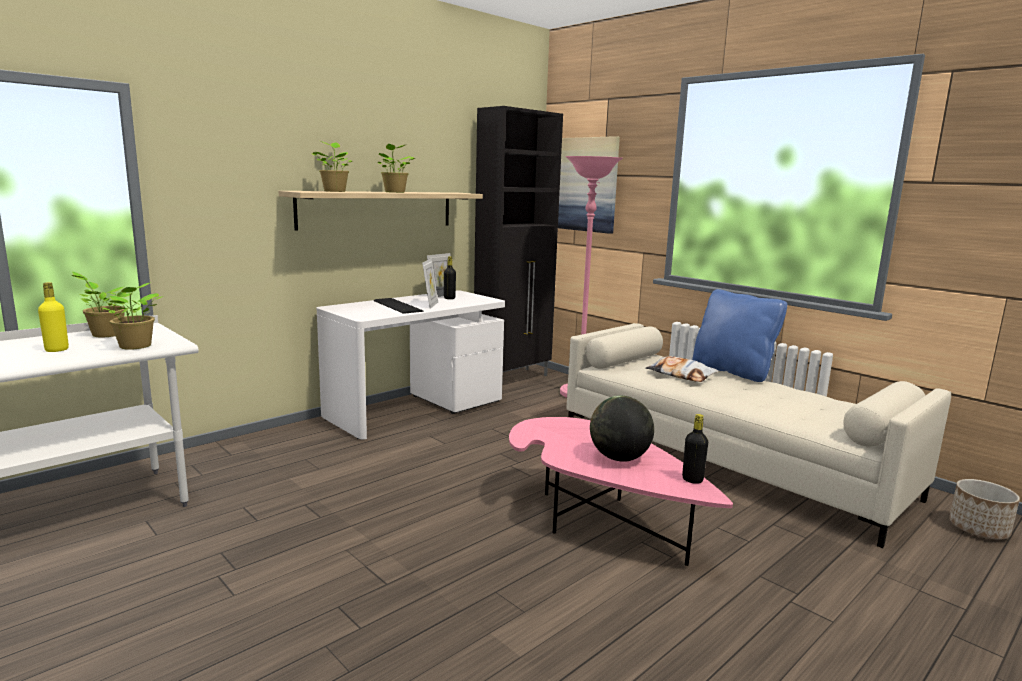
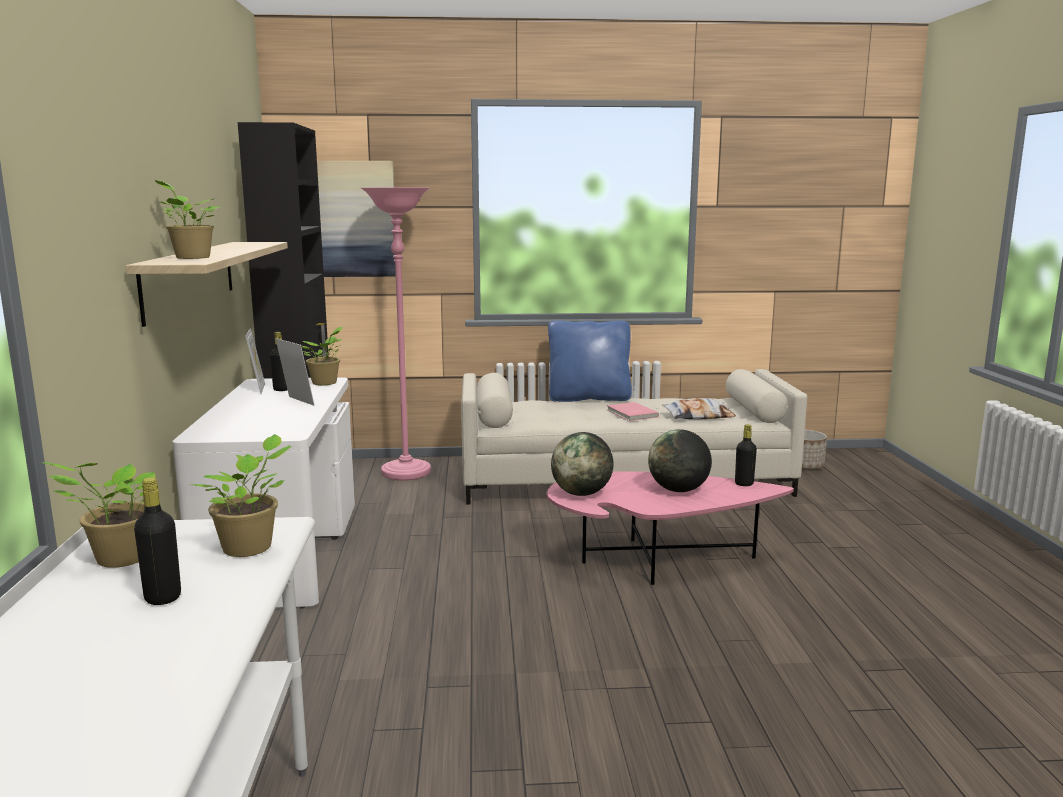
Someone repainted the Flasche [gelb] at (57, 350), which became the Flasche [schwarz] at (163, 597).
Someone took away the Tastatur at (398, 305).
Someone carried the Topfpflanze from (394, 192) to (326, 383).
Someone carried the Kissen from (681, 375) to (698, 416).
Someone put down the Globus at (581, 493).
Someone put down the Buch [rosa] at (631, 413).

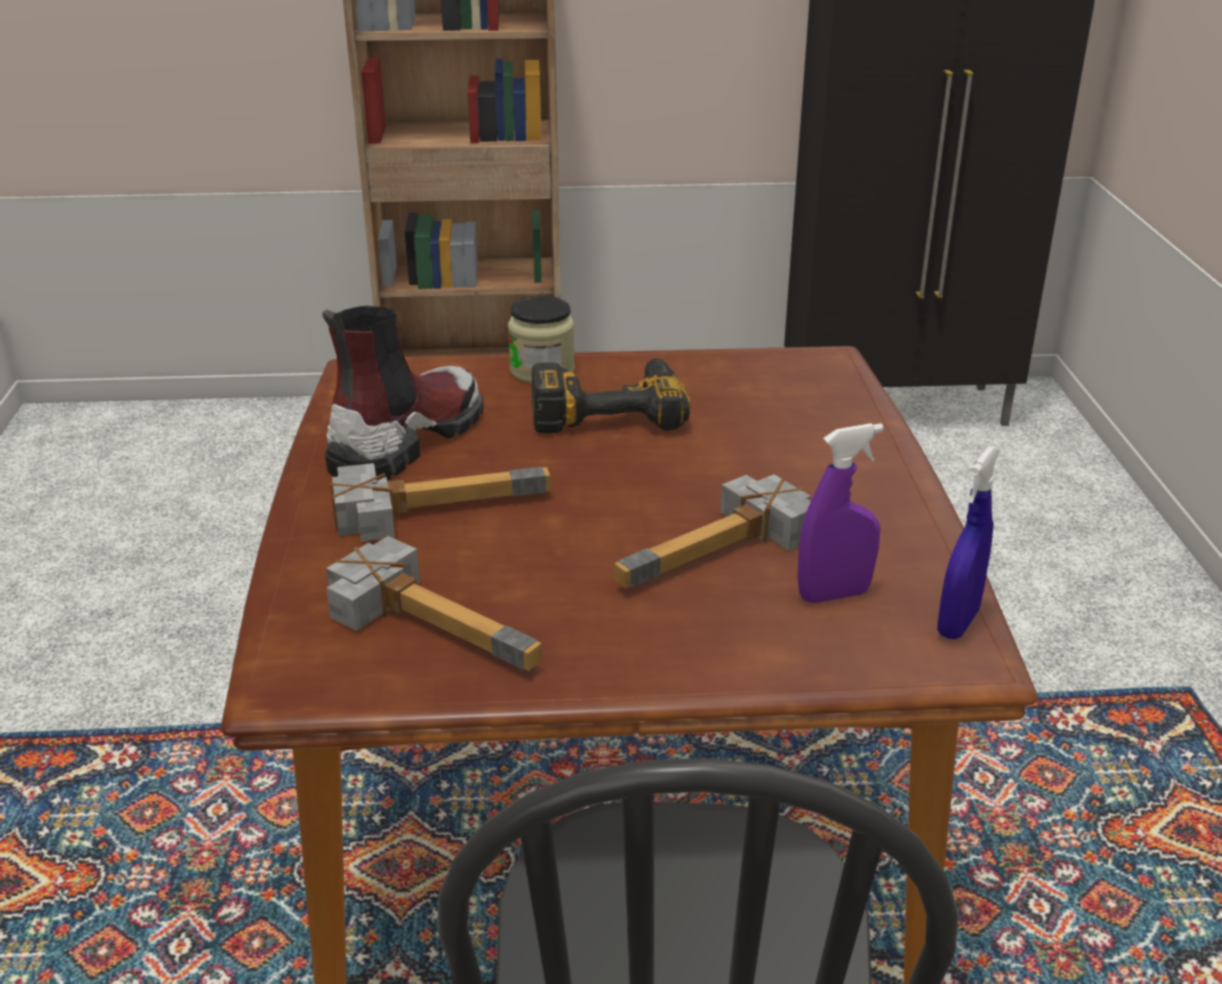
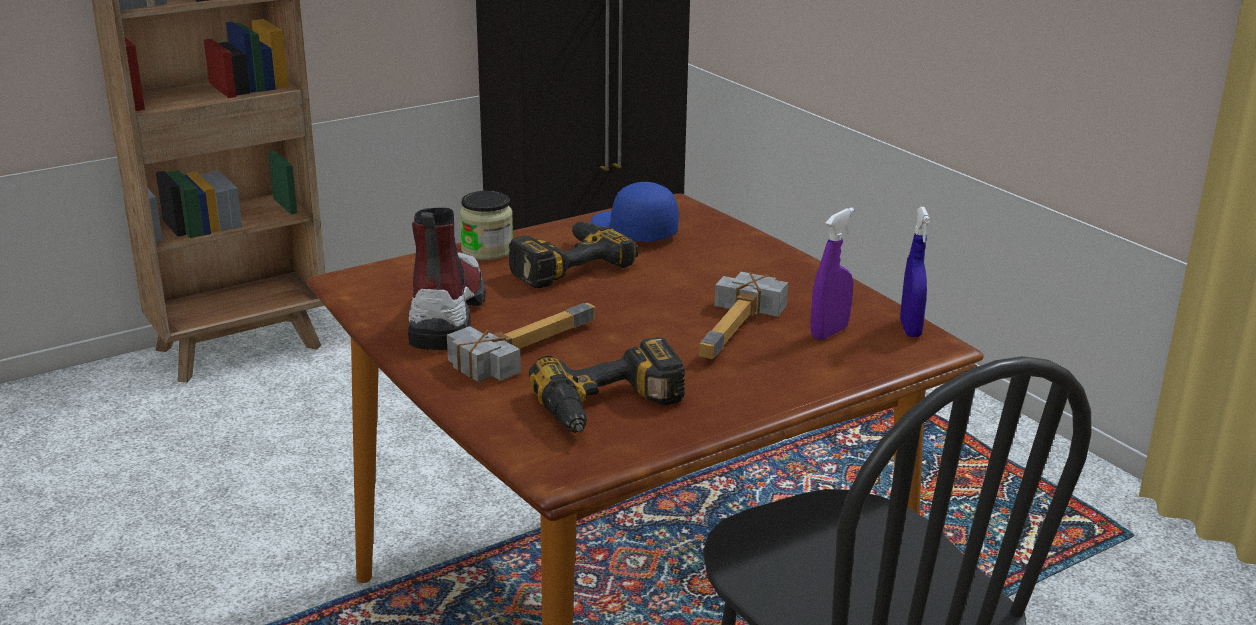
Someone swapped the Hammer at (440, 620) for the Bohrmaschine at (612, 408).
Someone put down the Kappe [blau] at (632, 231).

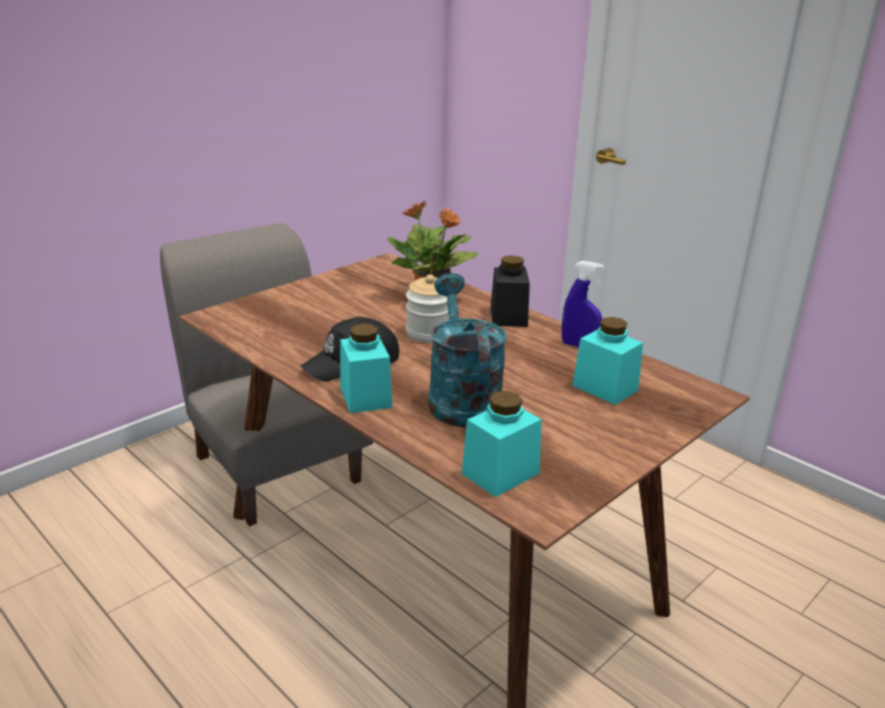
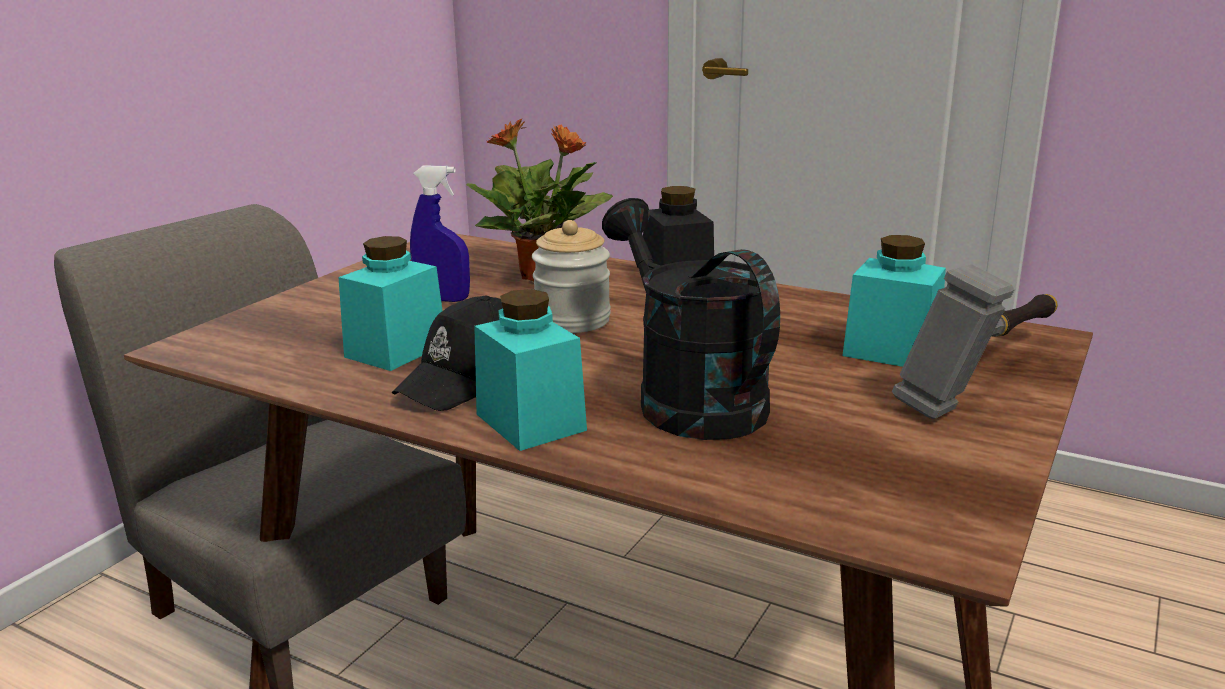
Someone repainted the Gießkanne [türkis] at (461, 397), which became the Gießkanne [schwarz] at (688, 398).
Someone carried the Vorratsglas [türkis] from (500, 473) to (396, 350).
Someone carried the Sprühflasche [blau] from (578, 346) to (443, 299).
Someone put down the Hammer at (985, 379).

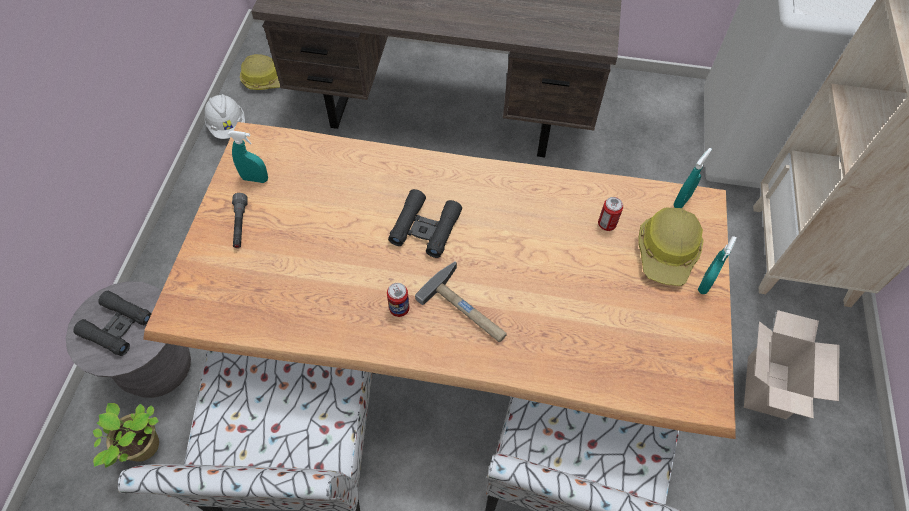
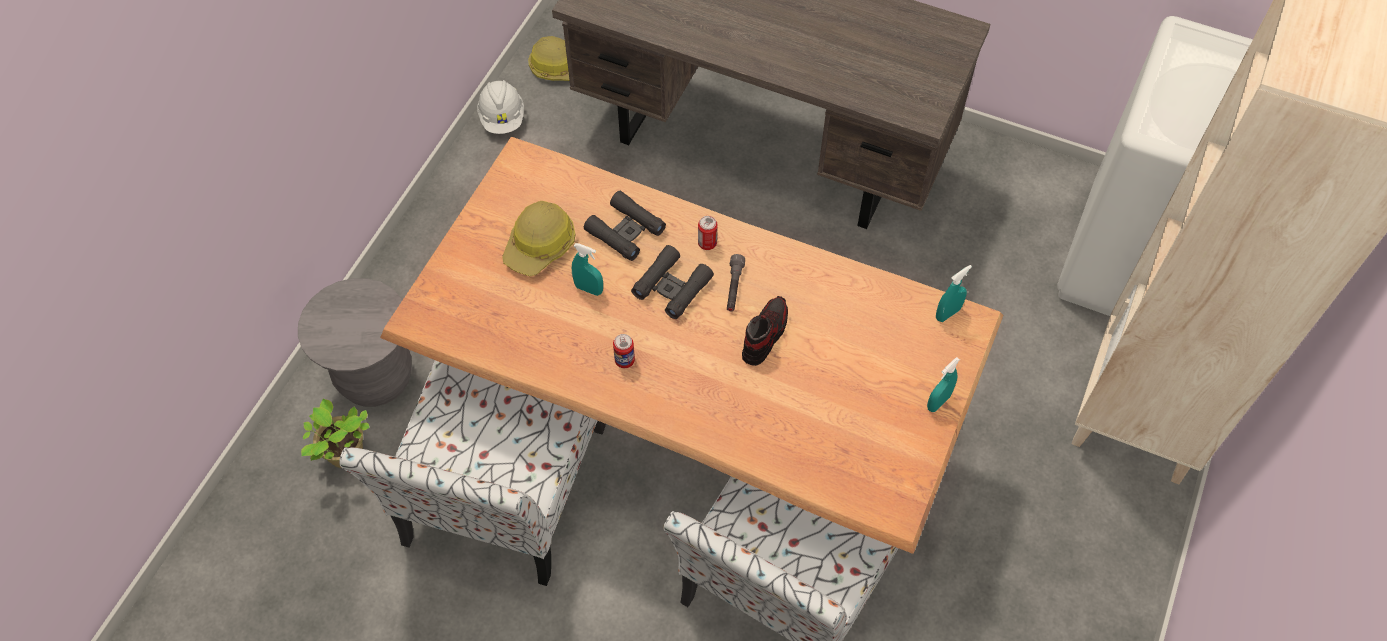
Someone carried the Fernglas [schwarz] from (117, 326) to (625, 231).
Someone carried the Sprühflasche [türkis] from (255, 179) to (589, 289).
Someone carried the Taschenlampe [grau] from (240, 225) to (734, 287).
Someone took away the Hammer at (467, 308).
Someone carried the Dose from (606, 224) to (707, 243).
Someone carried the Schutzhelm from (667, 252) to (540, 245).
Someone took away the Karton at (768, 389).
Someone put down the Schuh at (764, 335).

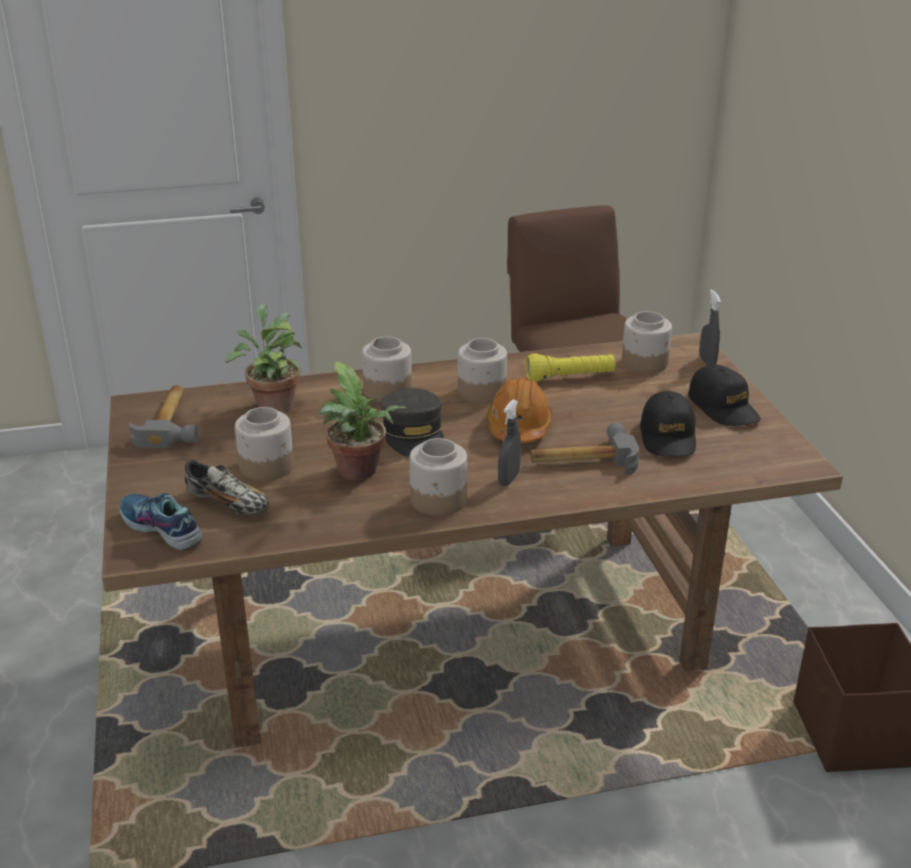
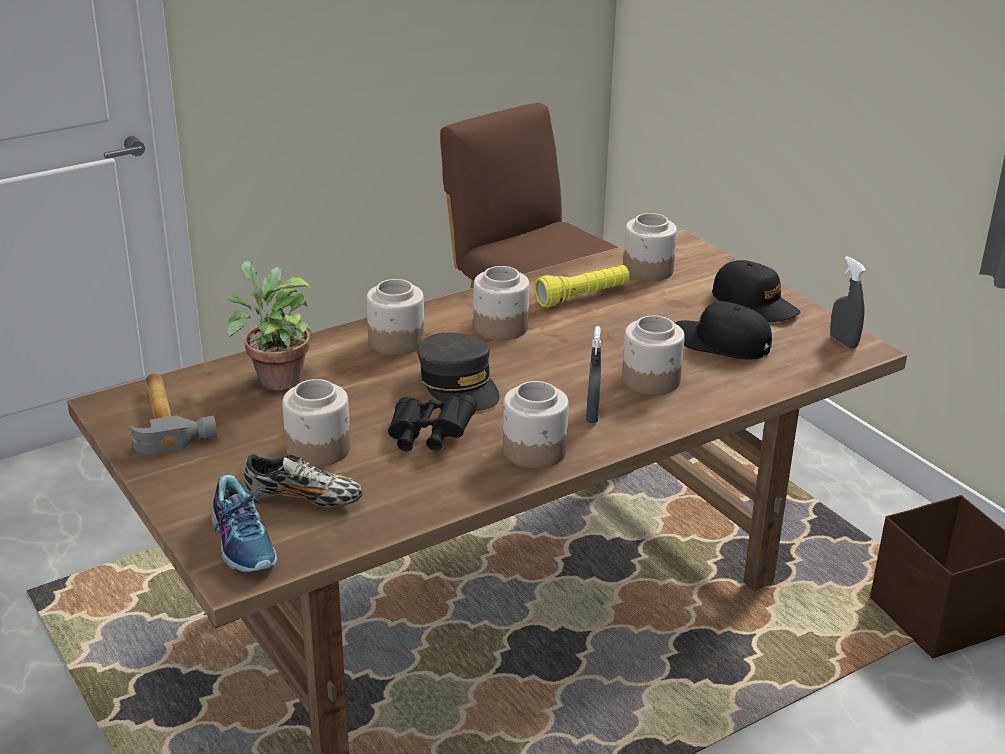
Someone rotated the Schuh at (160, 529) by 135 degrees counterclockwise.
Someone swapped the Topfpflanze at (359, 473) for the Fernglas [schwarz] at (428, 437).
Someone took away the Schutzhelm [orange] at (519, 427).
Someone swapped the Hammer at (581, 458) for the Vorratsglas at (651, 380).
Someone rotated the Kappe [schwarz] at (668, 436) by 135 degrees clockwise.
Someone carried the Sprühflasche [grau] from (707, 362) to (843, 342).

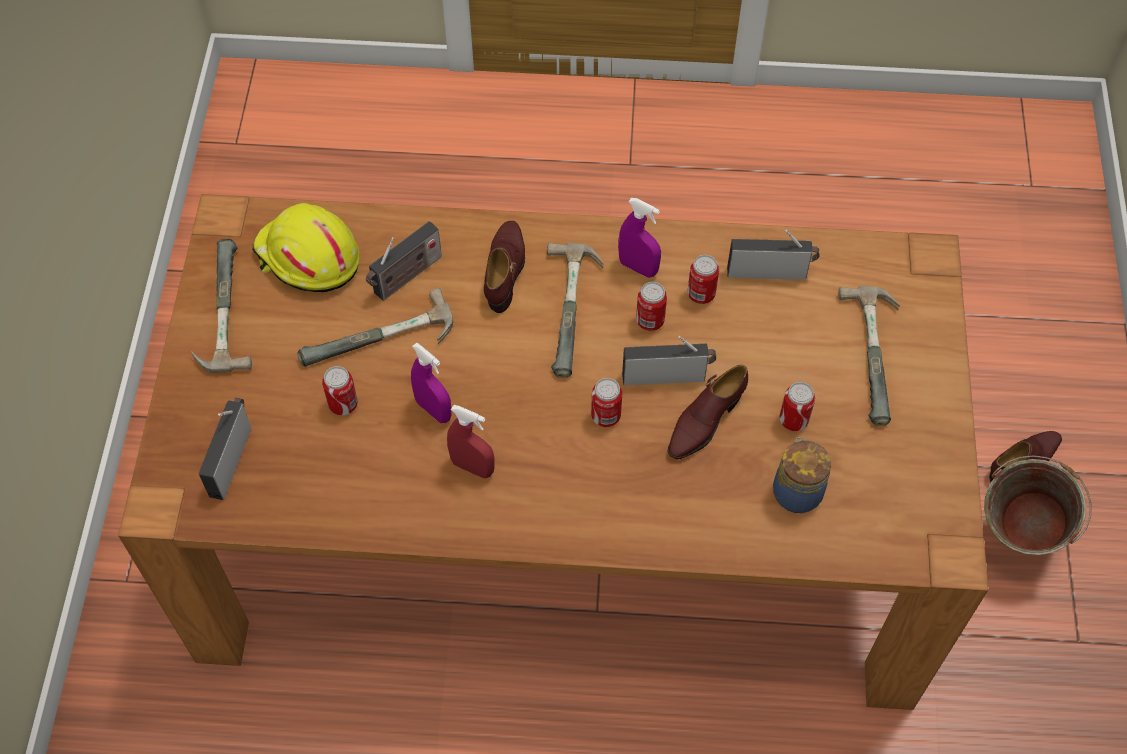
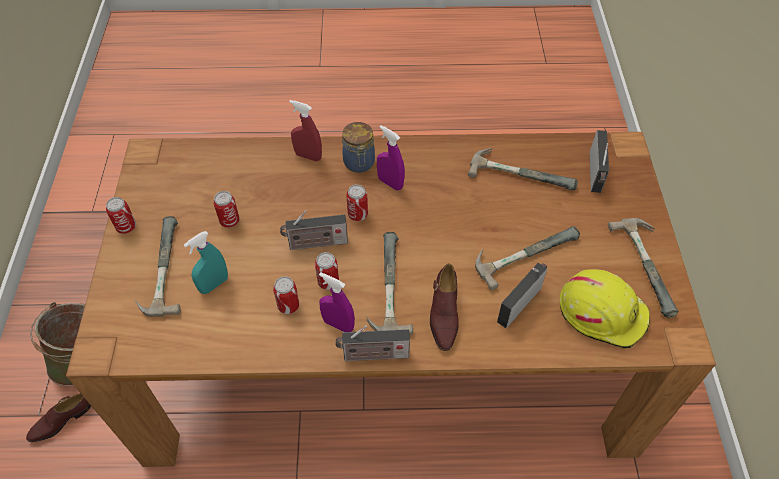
Someone carried the Dose from (343, 404) to (126, 227).
Someone carried the Sprühflasche [lila] from (433, 410) to (390, 183).
Someone carried the Sprühflasche [rot] from (472, 467) to (308, 156).
Someone took away the Schuh [braun] at (704, 421).
Someone carried the Radio from (770, 272) to (373, 355).
Someone carried the Vorratsglas from (796, 490) to (359, 163).
Someone put down the Sprühflasche [türkis] at (214, 284).
Someone put down the Hammer at (522, 171).

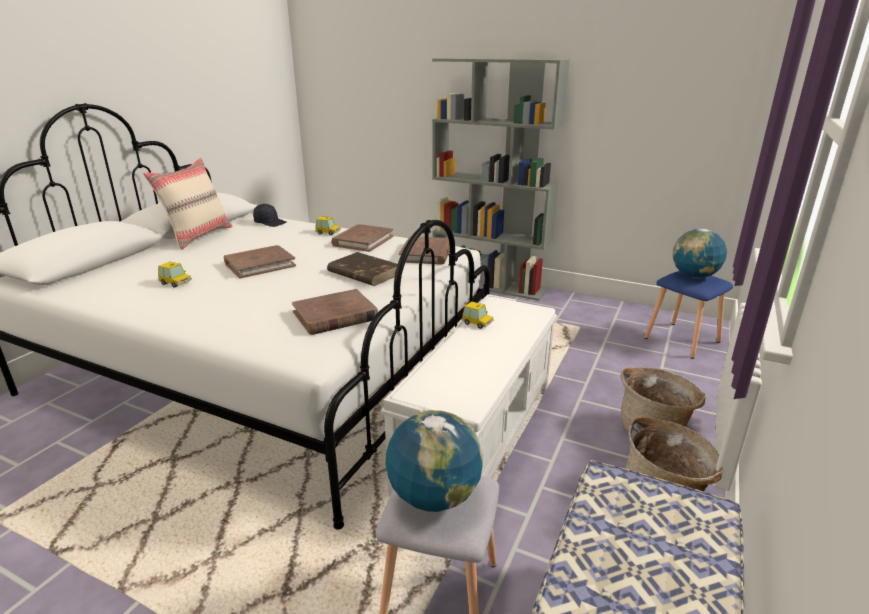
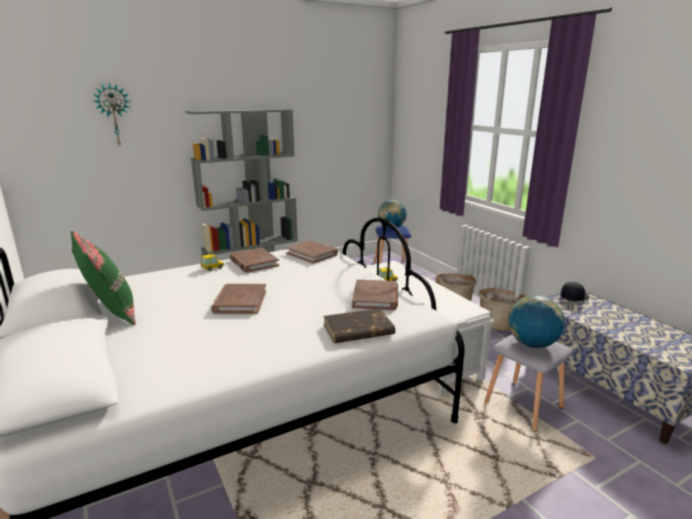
Someone repainted the Kissen [beige] at (198, 236), which became the Kissen [grün] at (110, 313).
Someone took away the Spielzeugauto at (176, 283).
Someone carried the Kappe [schwarz] from (270, 222) to (574, 297).
Someone carried the Buch [braun] from (363, 273) to (357, 330).
Someone put up the Wanduhr at (114, 115).

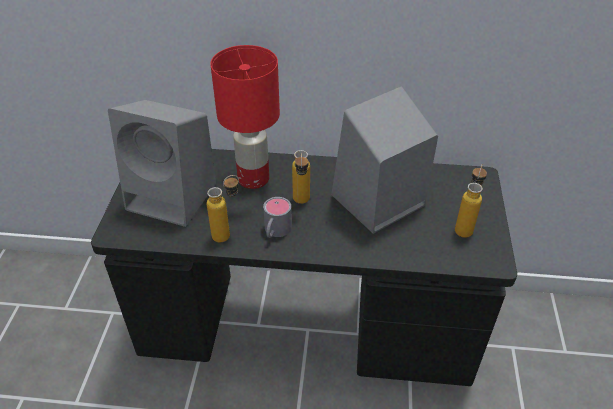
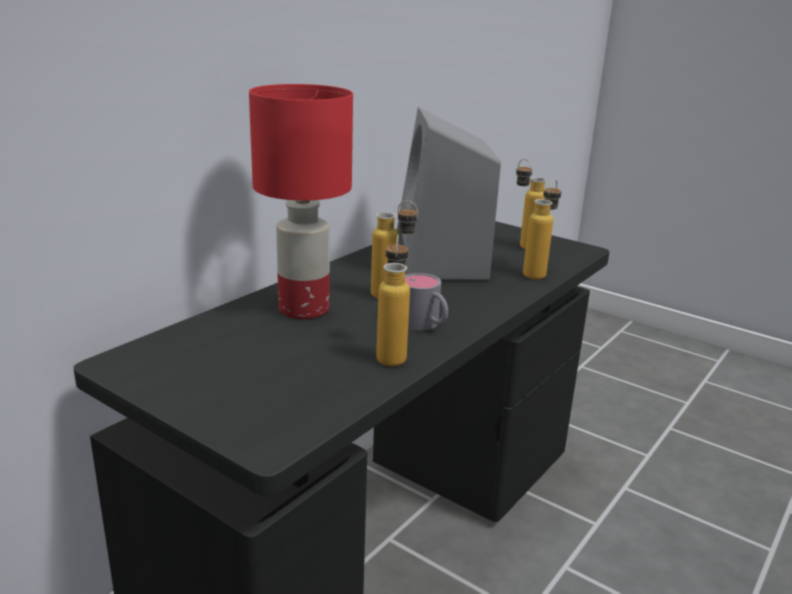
Someone took away the Lautsprecher [grau] at (174, 196).
Someone put down the Flasche at (538, 273).

